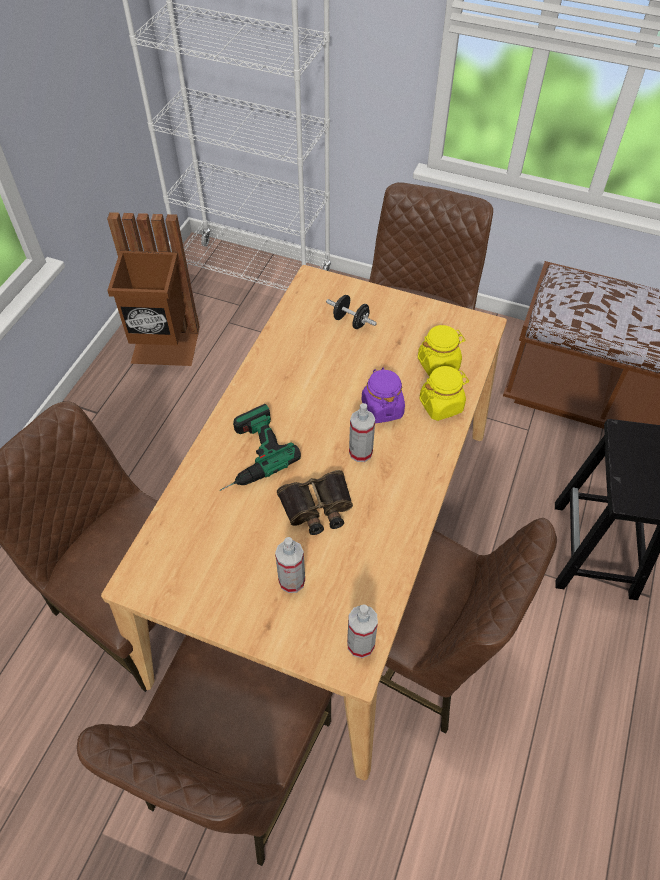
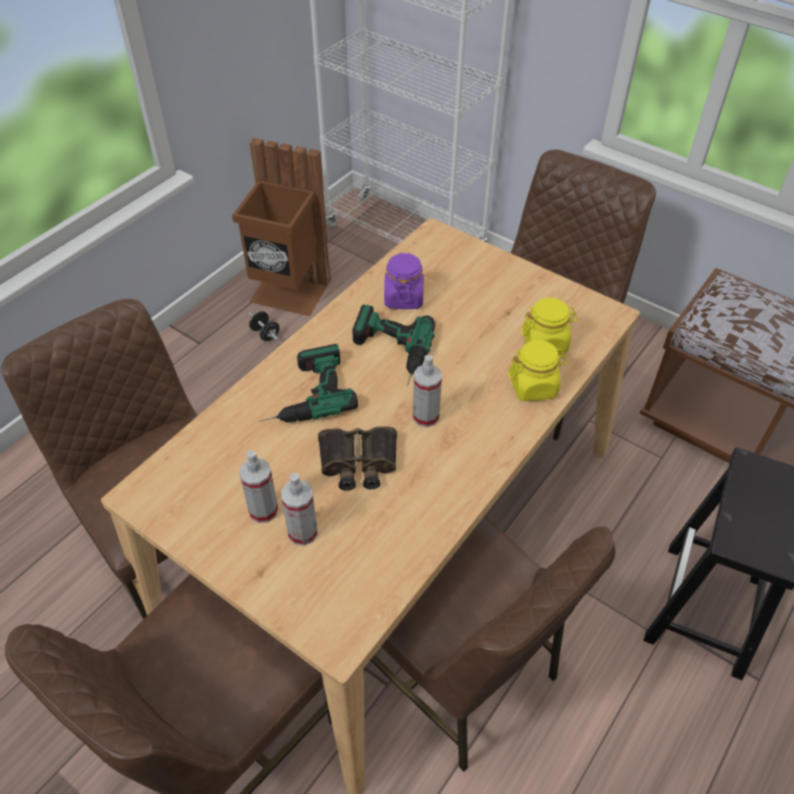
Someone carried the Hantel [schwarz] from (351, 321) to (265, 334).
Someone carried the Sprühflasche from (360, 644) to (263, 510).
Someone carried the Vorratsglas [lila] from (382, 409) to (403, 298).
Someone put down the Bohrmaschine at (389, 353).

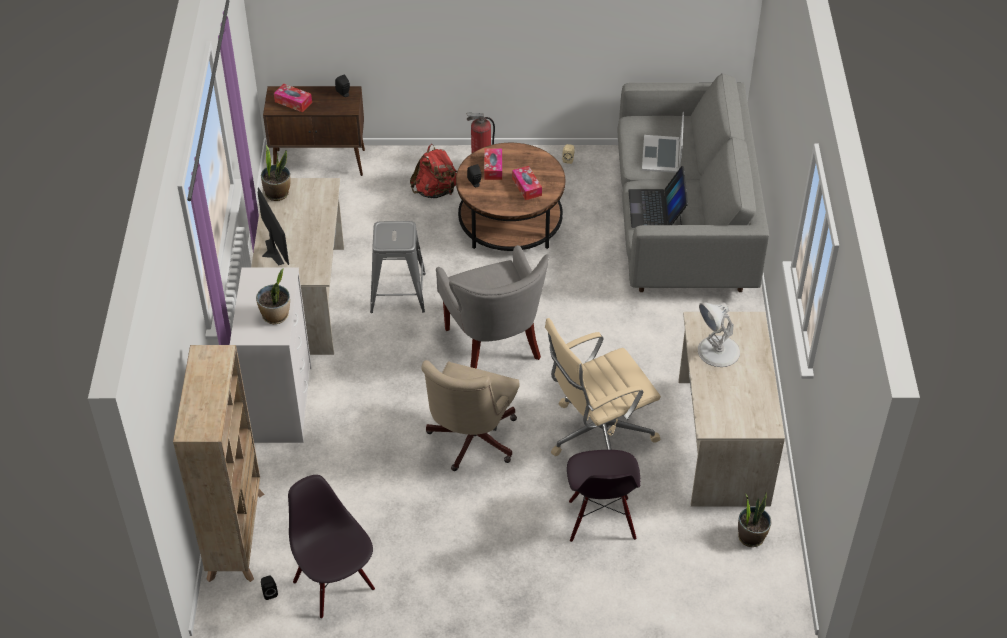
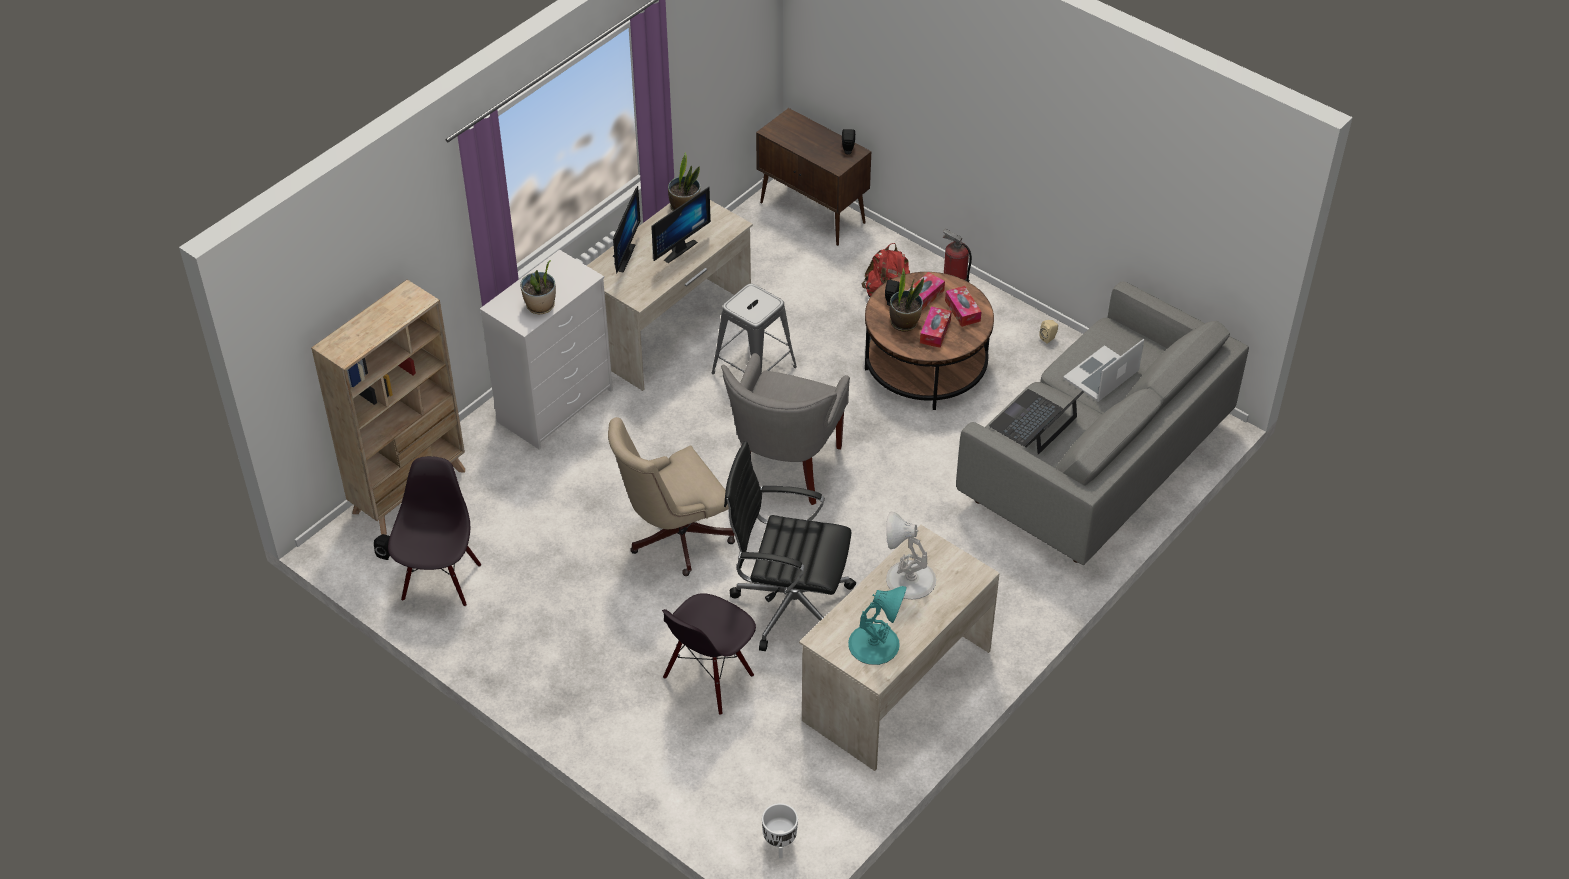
Someone carried the Taschentuchbox from (293, 102) to (962, 311).
Someone repainted the Bürostuhl [beige] at (597, 435), which became the Bürostuhl [schwarz] at (789, 604).
Someone carried the Topfpflanze from (751, 536) to (904, 323).
Someone put down the Monitor at (677, 249).
Someone put down the Pflanzkübel [weiß] at (779, 845).
Someone put down the Tischlampe [türkis] at (875, 644).

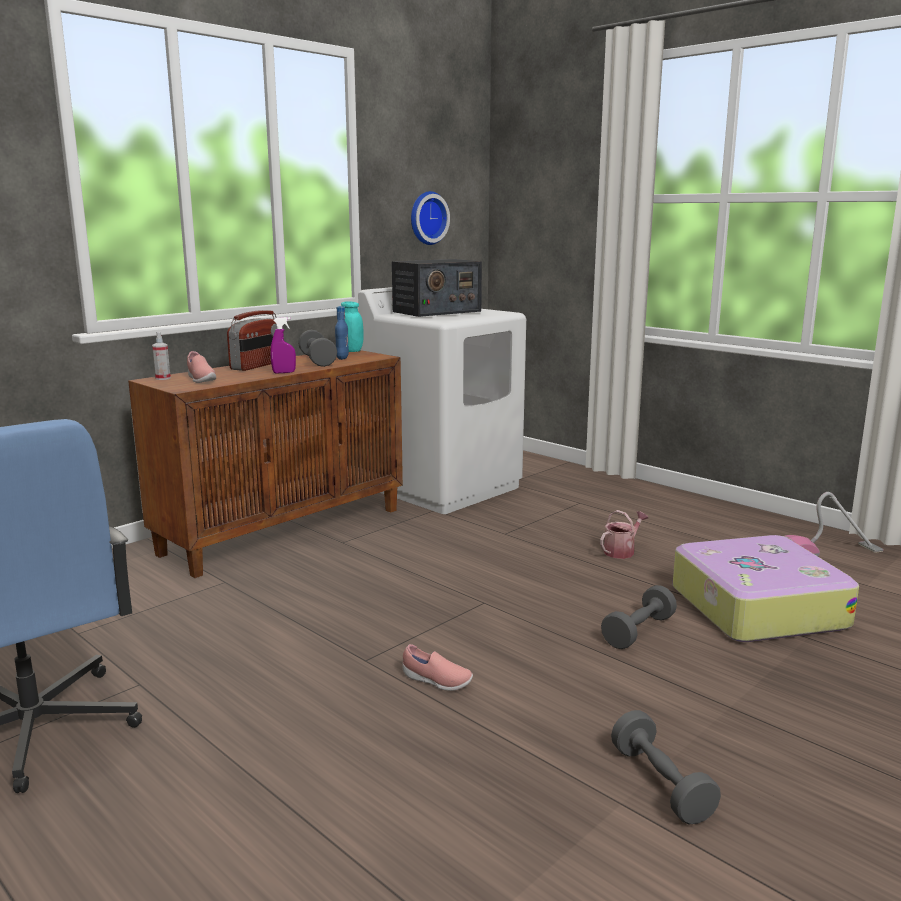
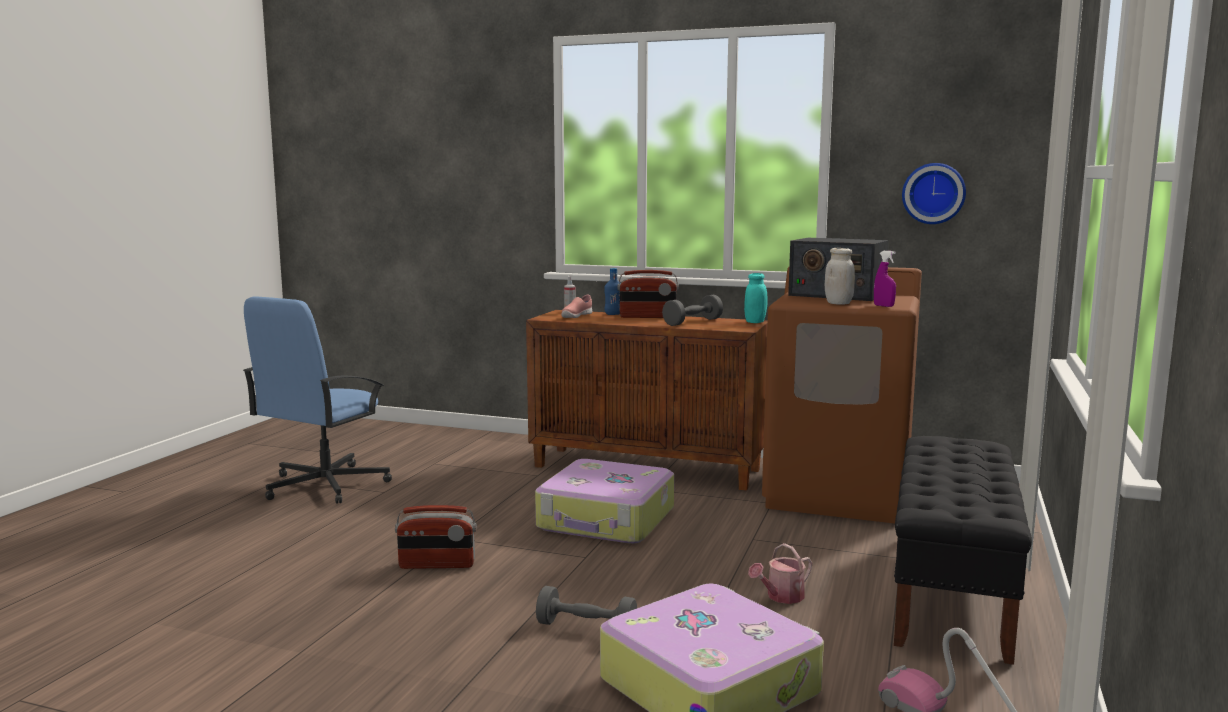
Someone carried the Sprühflasche [lila] from (284, 372) to (883, 306).
Someone carried the Flasche [blau] from (342, 358) to (613, 314).
Someone repainted the Waschmaschine [weiß] at (443, 487), which became the Waschmaschine [braun] at (838, 494).
Someone swapped the Schuh [rosa] at (436, 681) for the Radio at (437, 565).
Someone rotated the Gießkanne at (621, 551) by 120 degrees clockwise.
Someone took away the Hantel [grau] at (661, 784).
Someone put down the Koffer at (607, 520).
Someone put down the Vorratsglas [weiß] at (838, 303).
Someone put down the Bank [schwarz] at (951, 591).

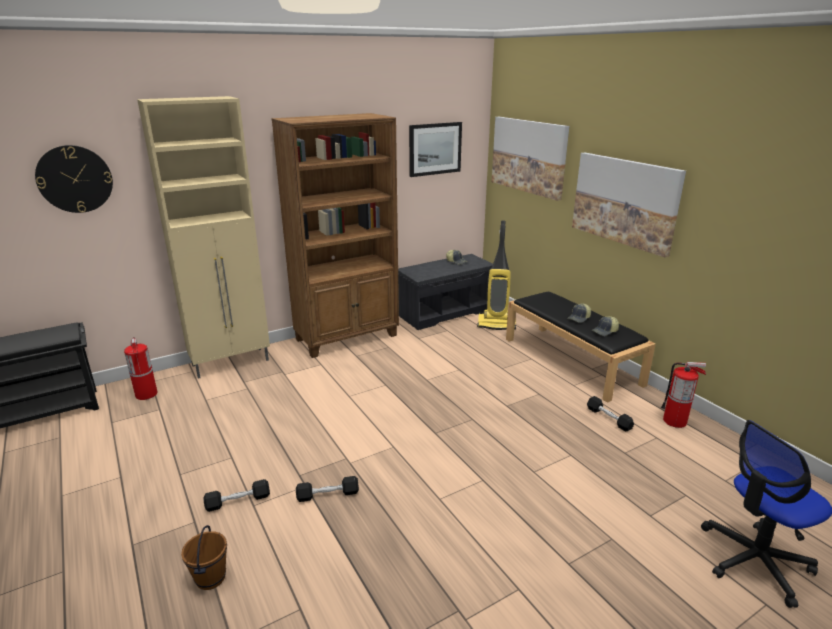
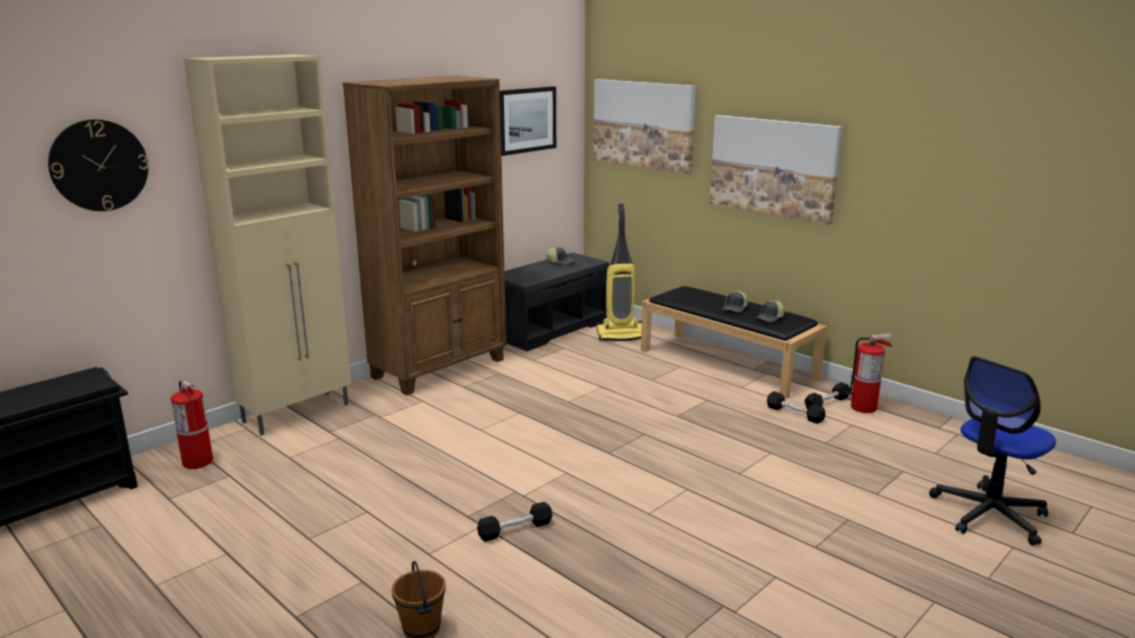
Someone carried the Hantel [schwarz] from (238, 501) to (827, 403).

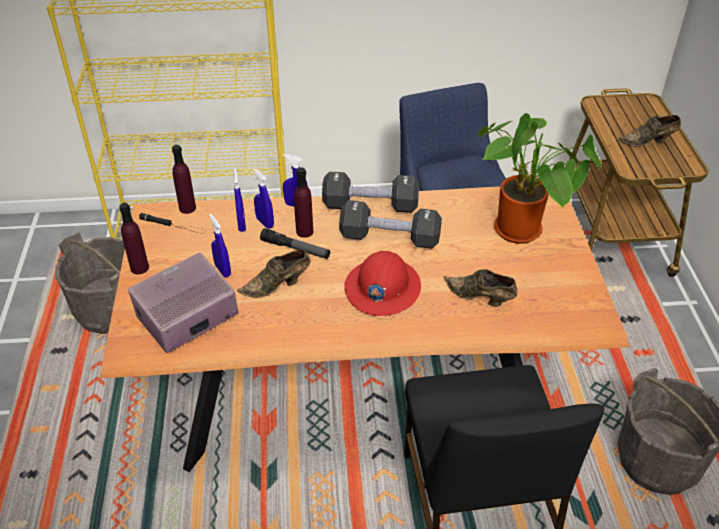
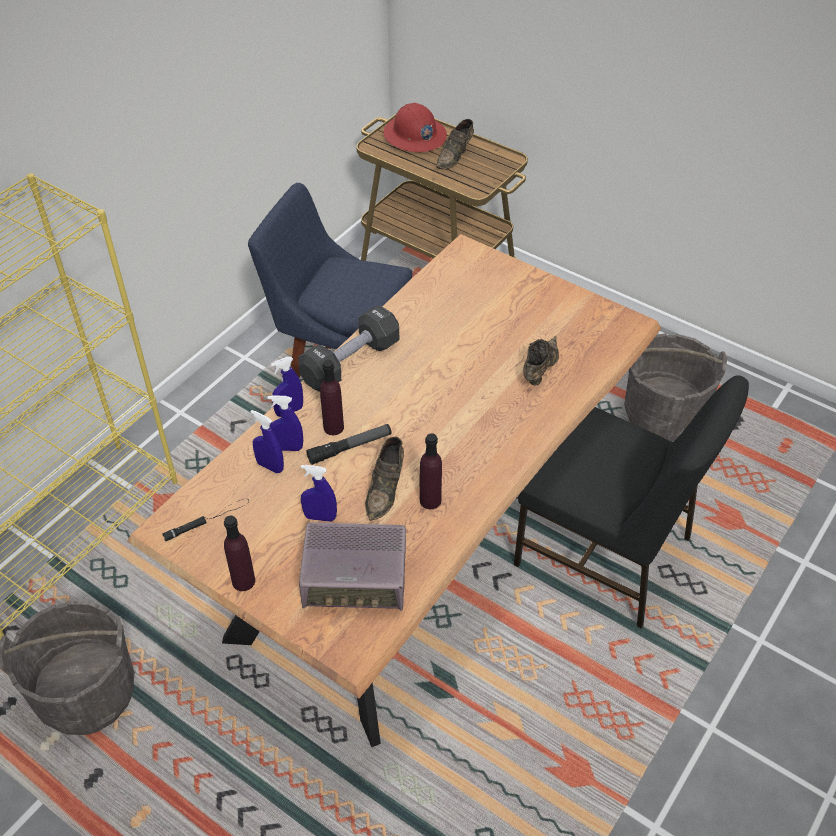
Someone rotated the Radio at (186, 316) by 90 degrees counterclockwise.
Someone carried the Flasche [lila] from (187, 208) to (430, 500).
Someone took away the Hantel [schwarz] at (390, 238).
Someone carried the Schutzhelm [rot] from (382, 288) to (414, 136).
Someone rotated the Schuh [braun] at (480, 298) by 135 degrees clockwise.
Someone took away the Topfpflanze at (523, 232).

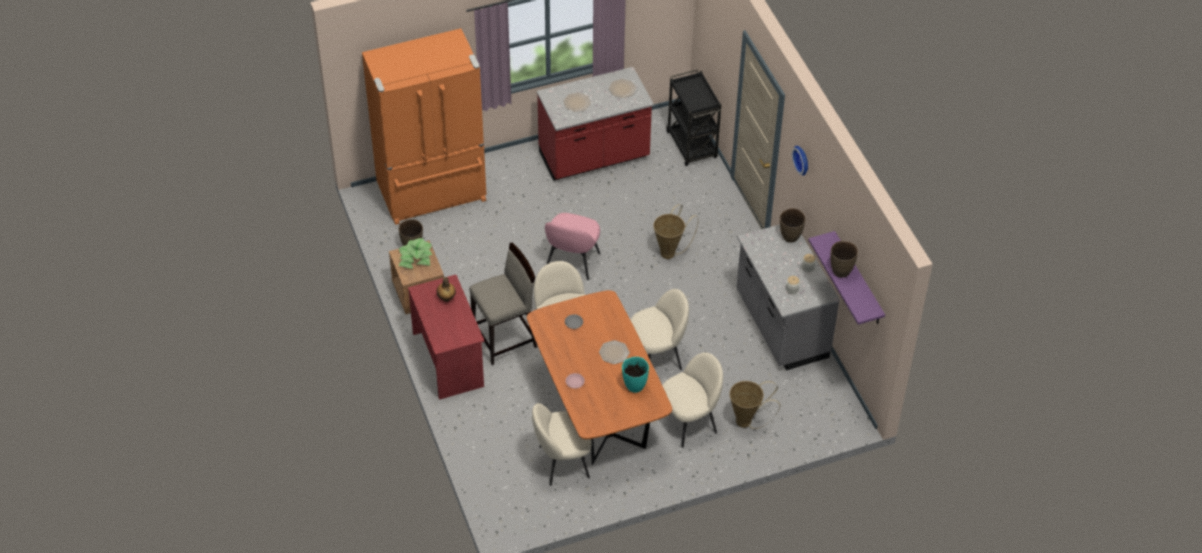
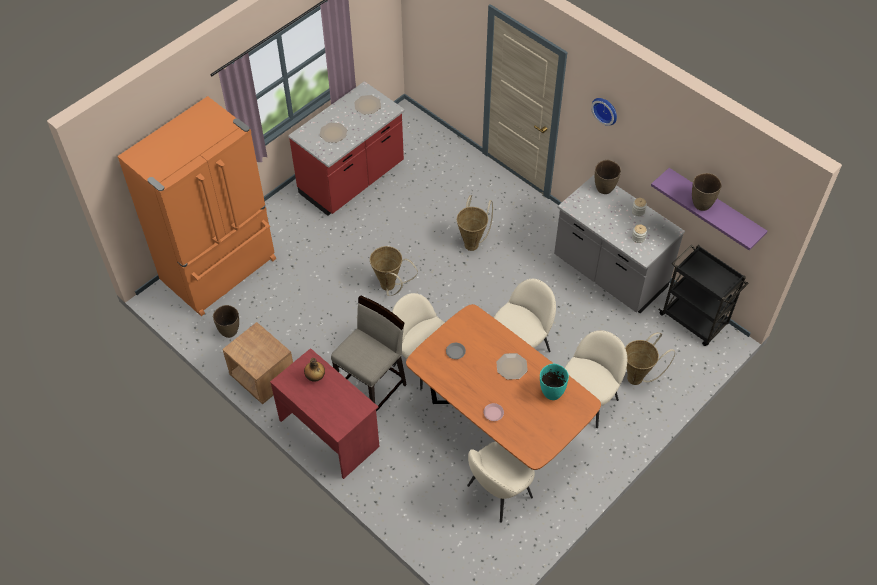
Someone took away the Topfpflanze at (415, 257).
Someone swapped the Stuhl [rosa] at (572, 262) for the Korb at (390, 287).
Someone carried the Rollwagen [schwarz] from (692, 146) to (694, 320).

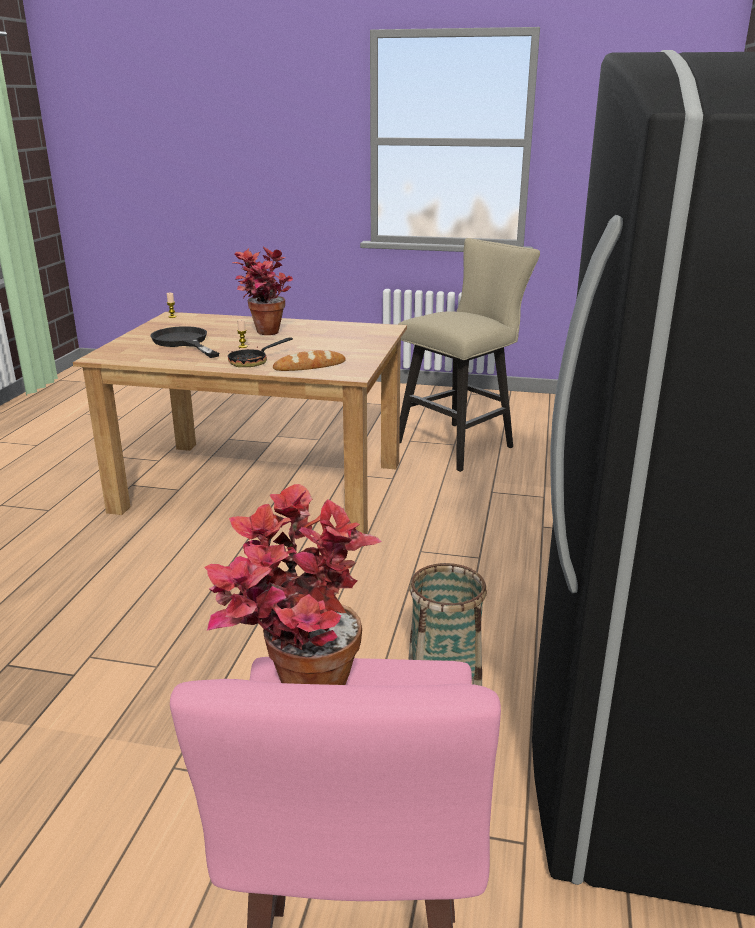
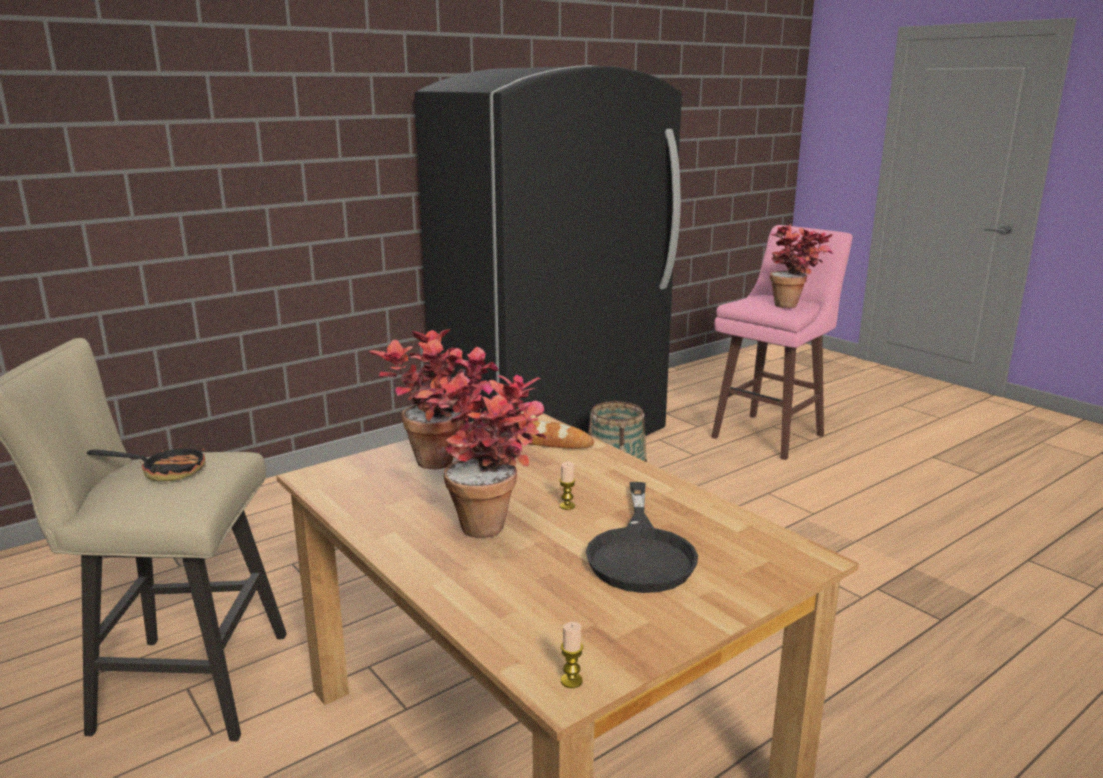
Someone carried the Pfanne from (253, 362) to (164, 471).
Someone put down the Topfpflanze at (445, 467).

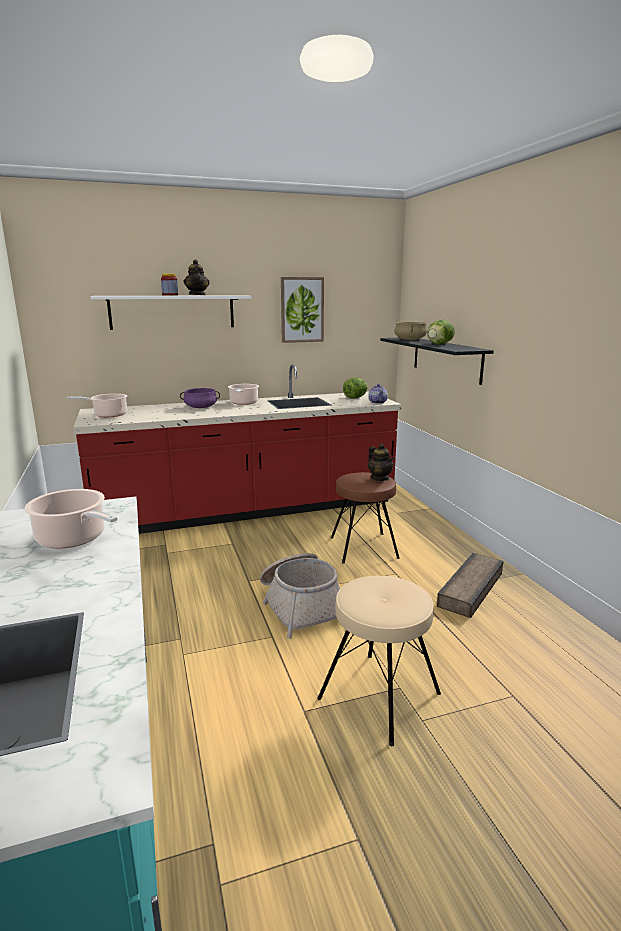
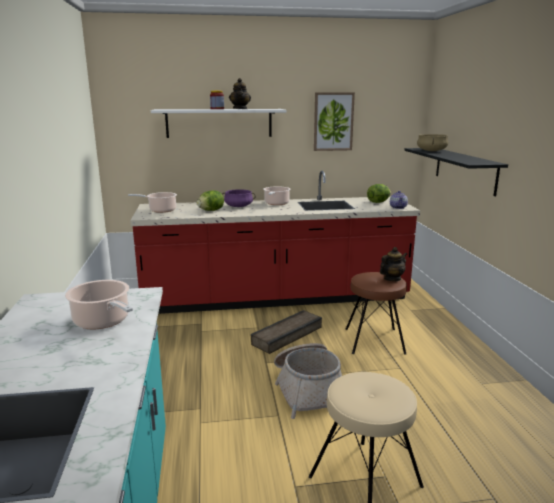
Someone rotated the Teekanne at (380, 478) by 105 degrees counterclockwise.
Someone carried the Salatkopf from (439, 344) to (211, 210).
Someone carried the Kiste from (472, 589) to (288, 335).

